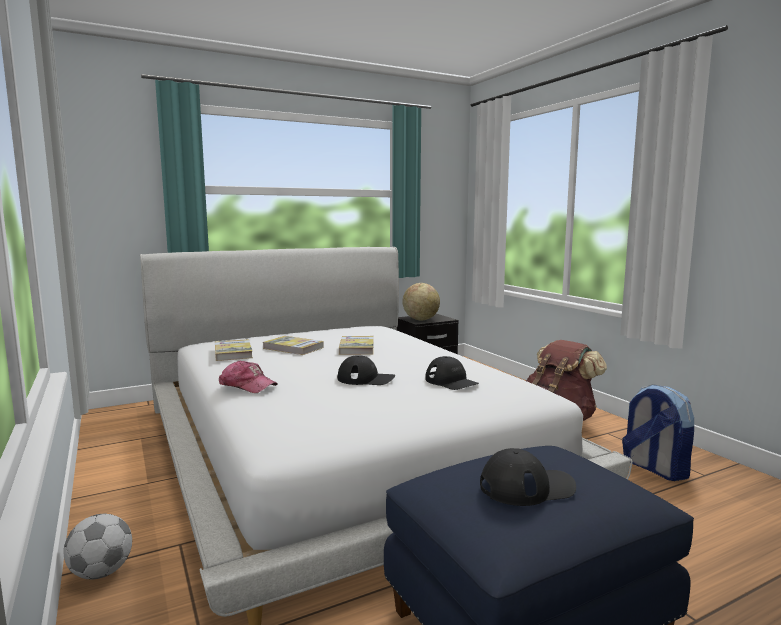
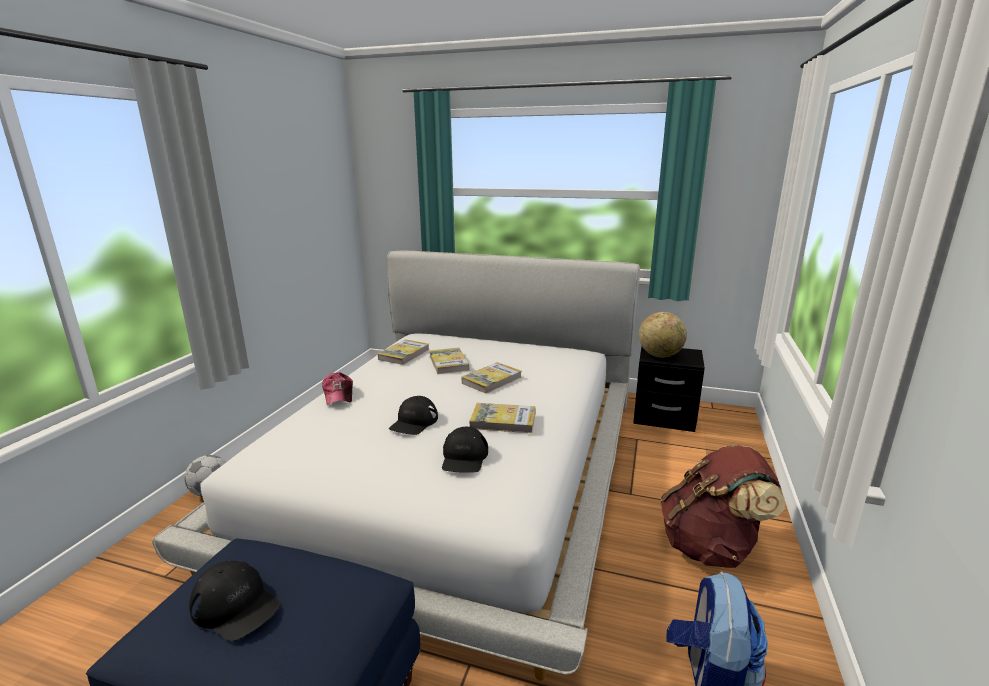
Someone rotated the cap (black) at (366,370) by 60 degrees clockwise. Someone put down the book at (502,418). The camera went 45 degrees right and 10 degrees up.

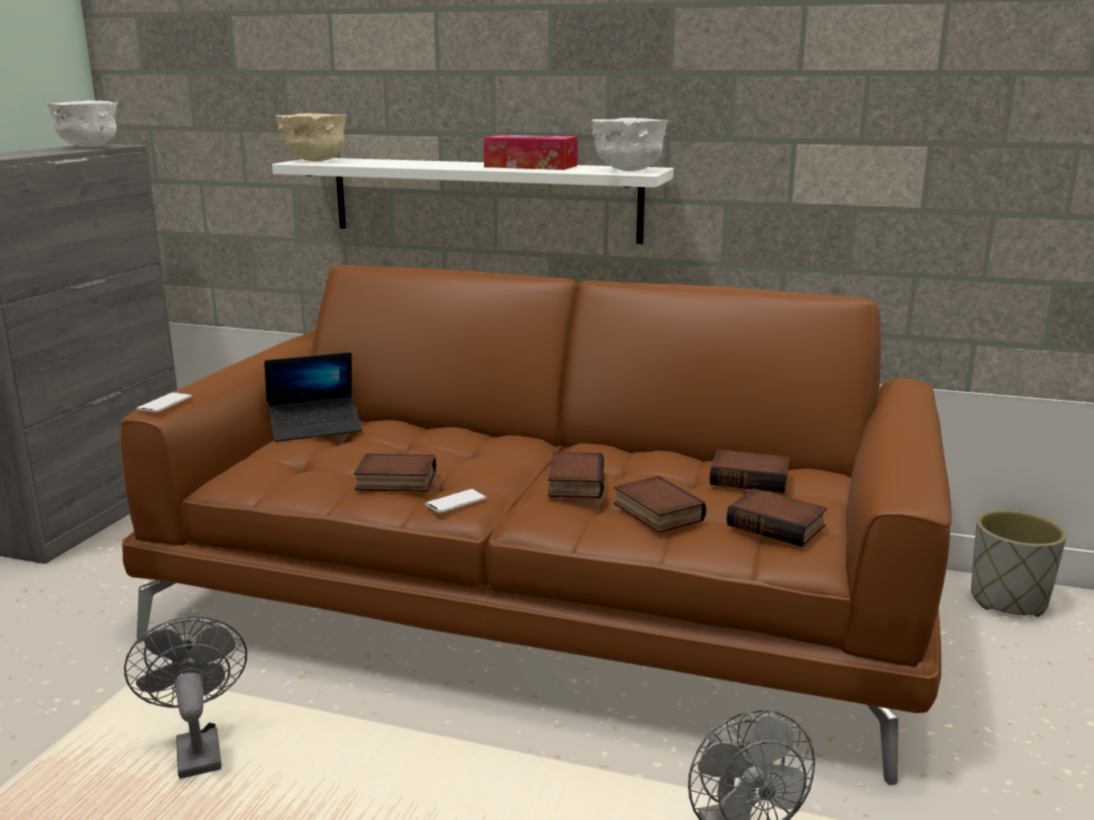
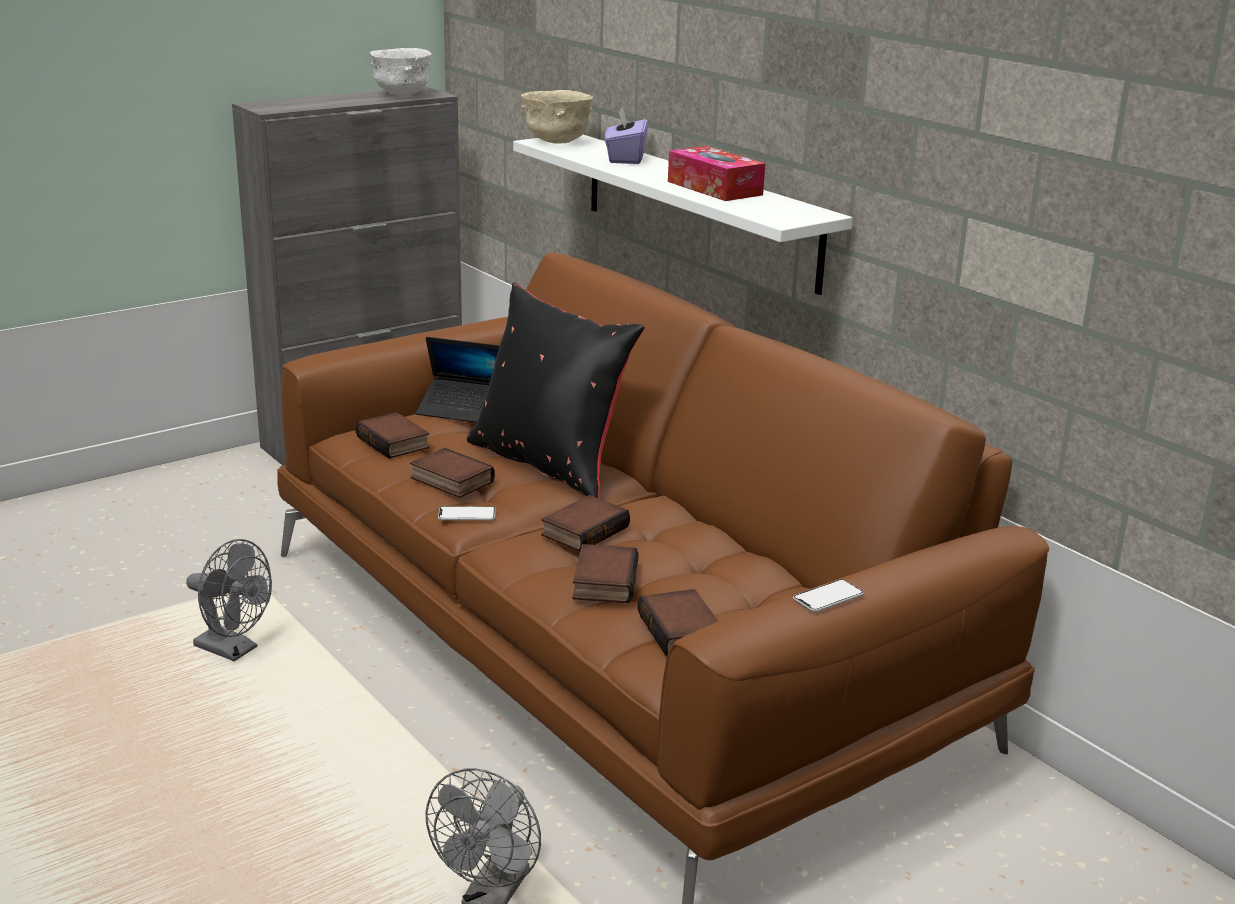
Someone took away the bowl (white) at (629,144). Someone carried the phone from (164,402) to (828,595). Someone carried the book from (749,471) to (392,435). Someone took away the planter (grey) at (1018,563). Someone rotated the fan (grey) at (185,697) by 105 degrees clockwise. Someone put down the tissue box (purple) at (626,135). Someone put down the pillow (black) at (556,390). The camera went 35 degrees right and 5 degrees up.

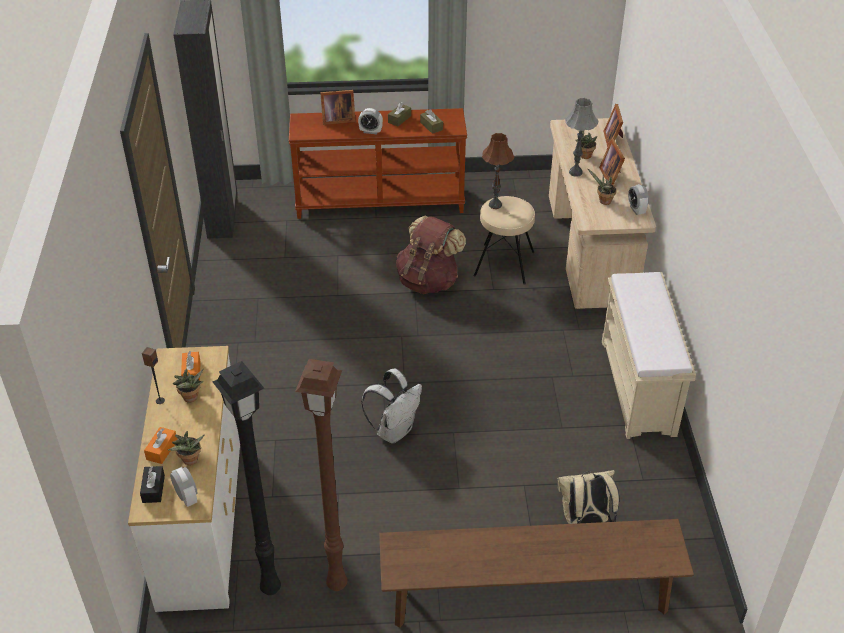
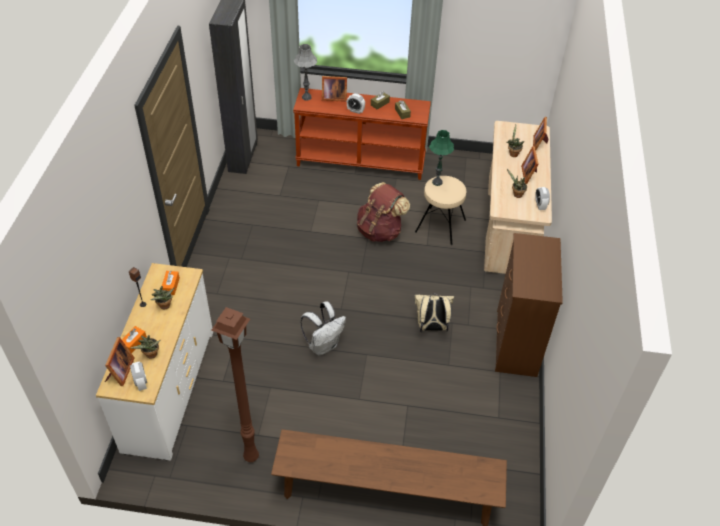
Someone carried the table lamp (grey) from (581,137) to (305,72). Someone repainted the table lamp (brown) at (498,171), which became the table lamp (green) at (441,158). Someone swapped the bench (beige) at (649,355) for the dresser (brown) at (529,305). Someone took away the floor lamp (black) at (247,478). Someone swapped the tissue box (black) at (152,484) for the picture frame at (120,361). Someone carried the backpack (beige) from (588,497) to (434,313). The camera went 10 degrees right and 5 degrees up.

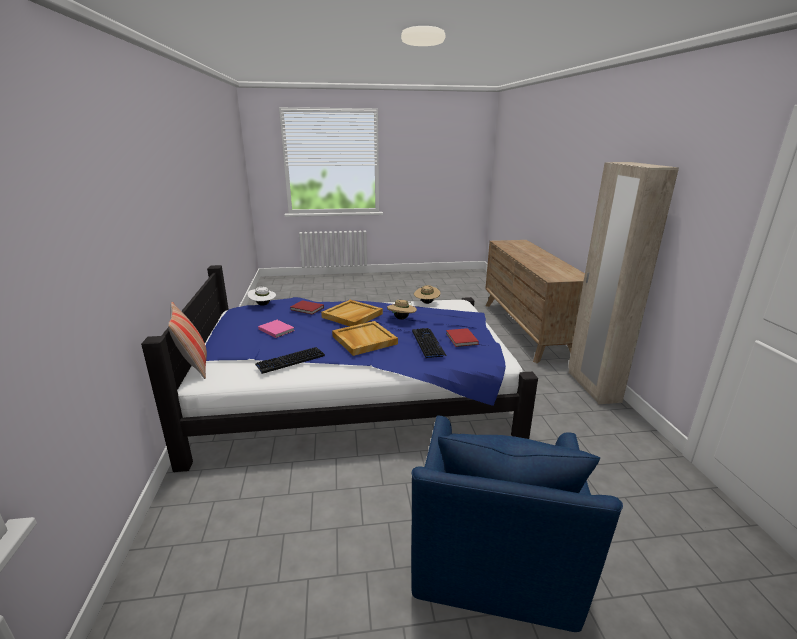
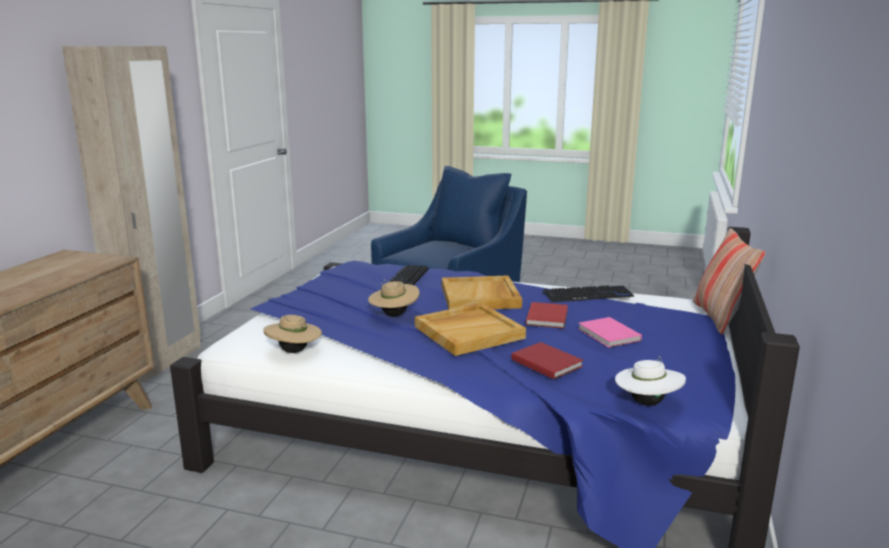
Someone carried the book (red) from (462,337) to (547,315). The camera went 155 degrees left and 5 degrees down.

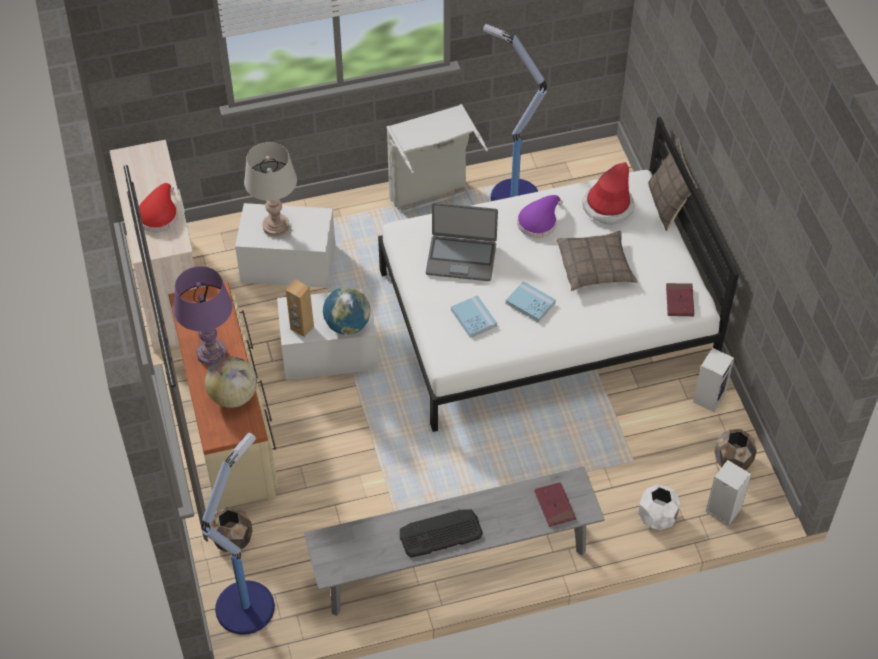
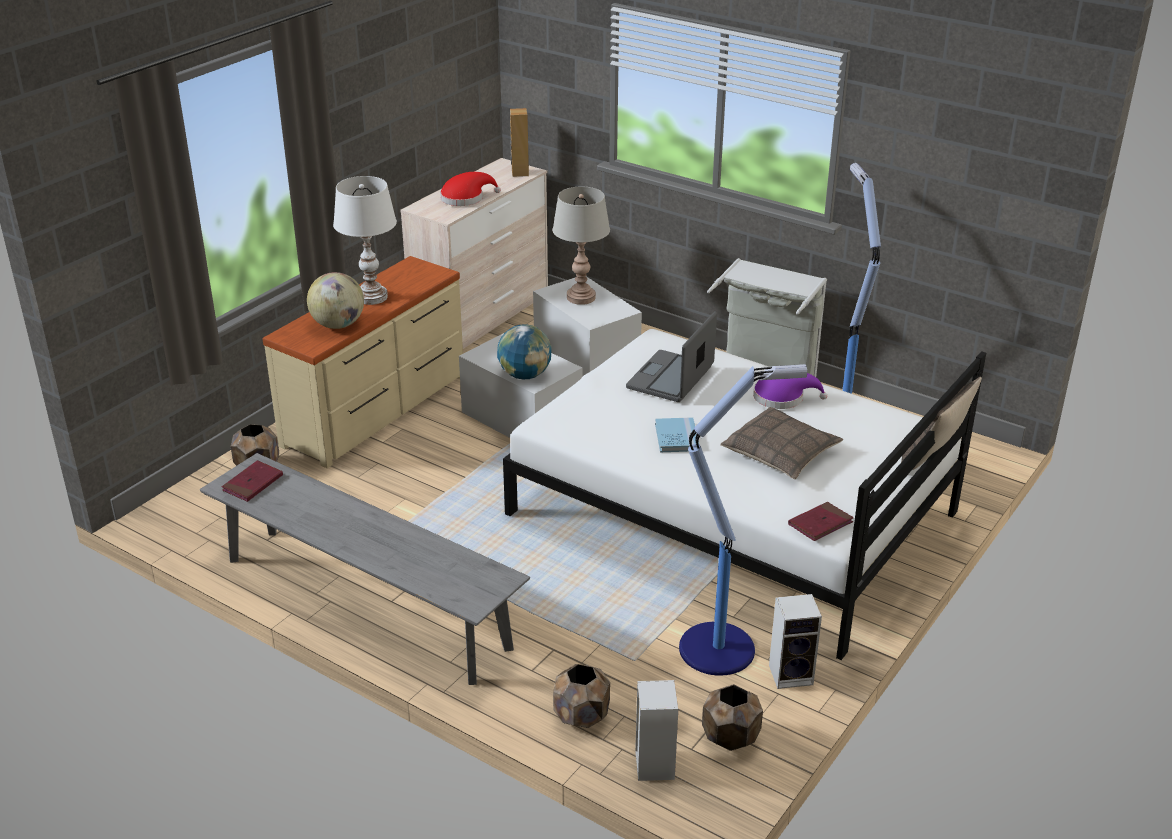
Someone took away the hat at (608,193). Someone rotated the laptop at (462,242) by 60 degrees clockwise. Someone repainted the table lamp (purple) at (203,316), which became the table lamp (white) at (365,240). Someone carried the speaker (brown) from (300,308) to (519,142). Someone took away the book (blue) at (474,316). Someone carried the floor lamp from (238,534) to (743,520). Someone carried the book (red) from (555,504) to (252,481). Someone repainted the planter (white) at (659,507), which became the planter (brown) at (581,696). Someone took away the keyboard at (441,533). The camera went 50 degrees right and 20 degrees down.

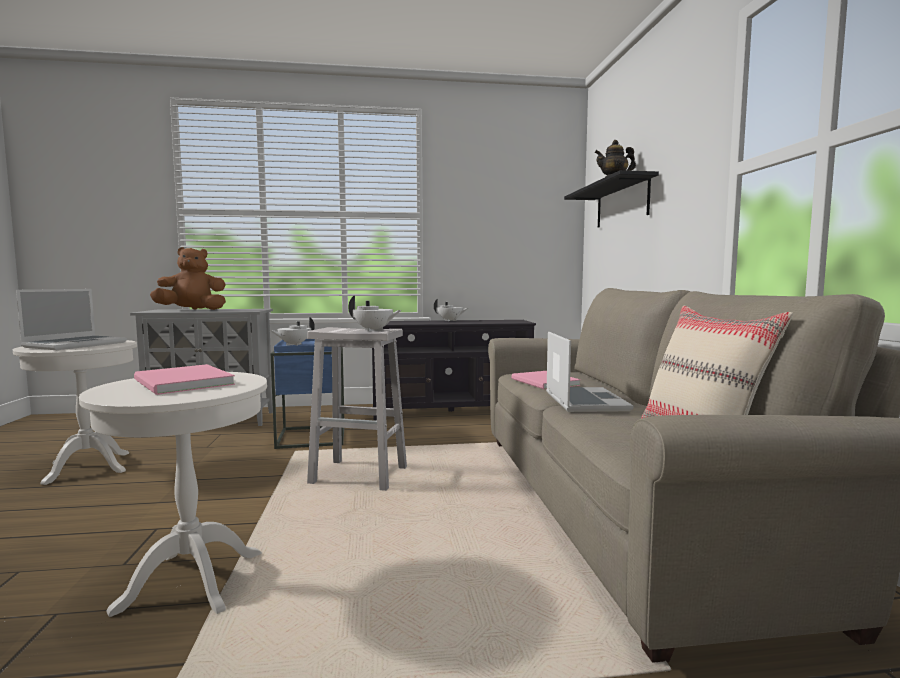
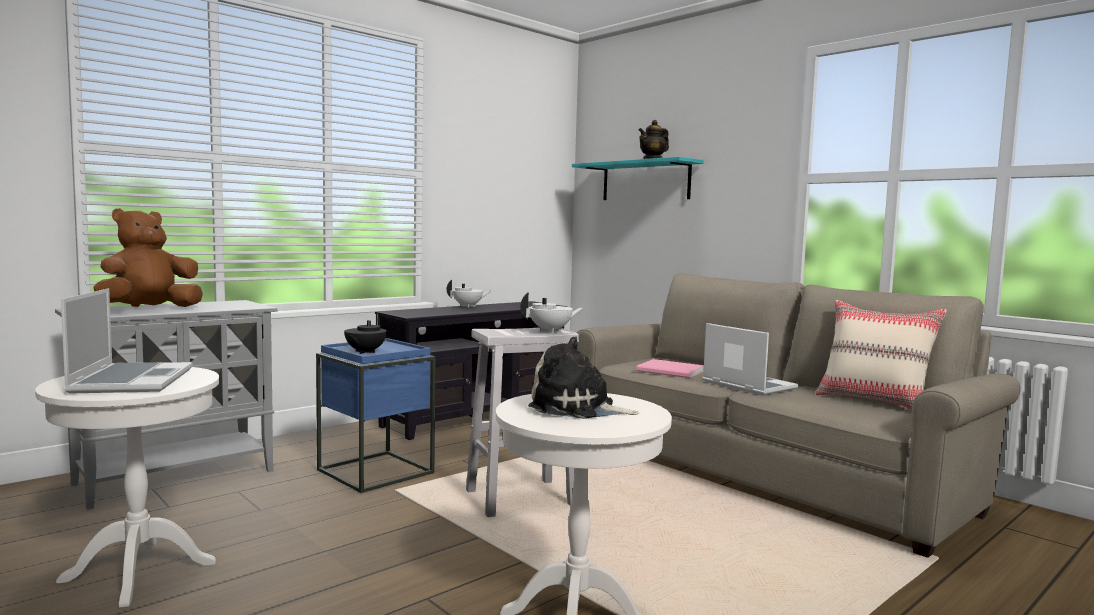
Someone repainted the shelf (black) at (611,199), which became the shelf (turquoise) at (638,178). Someone repainted the teapot (white) at (292,331), which became the teapot (black) at (365,334). Someone swapped the book (pink) at (184,379) for the plush toy at (584,377). The camera went 35 degrees left and 0 degrees up.

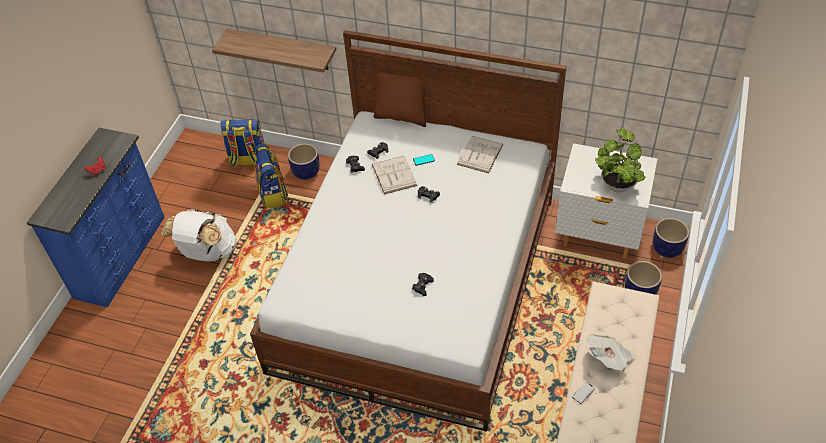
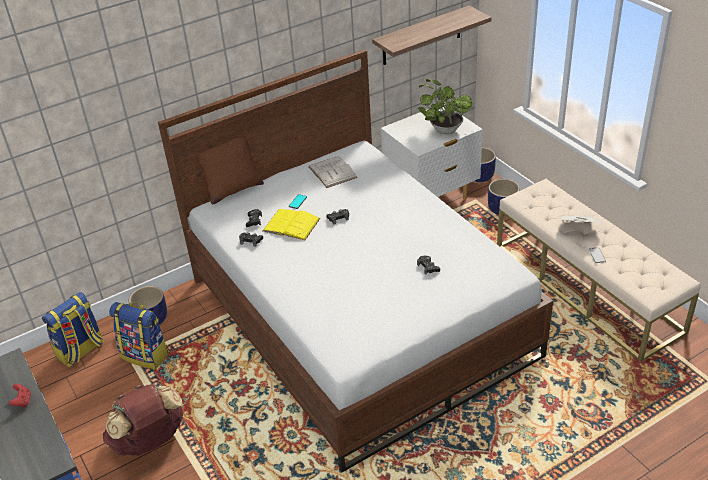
Someone carried the shelf from (274,51) to (432,35). Someone repainted the book (white) at (394,175), which became the book (yellow) at (291,224). Someone repainted the backpack (white) at (199,235), which became the backpack (brown) at (143,420). The camera went 50 degrees left and 10 degrees down.

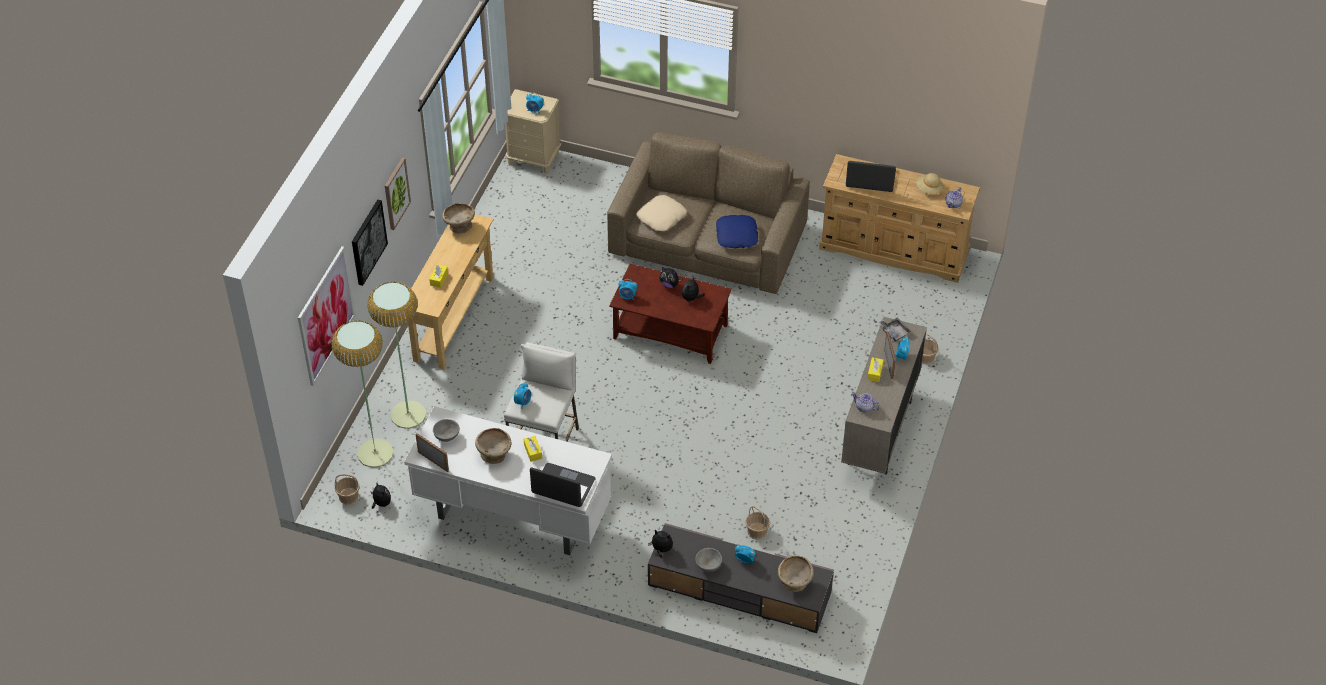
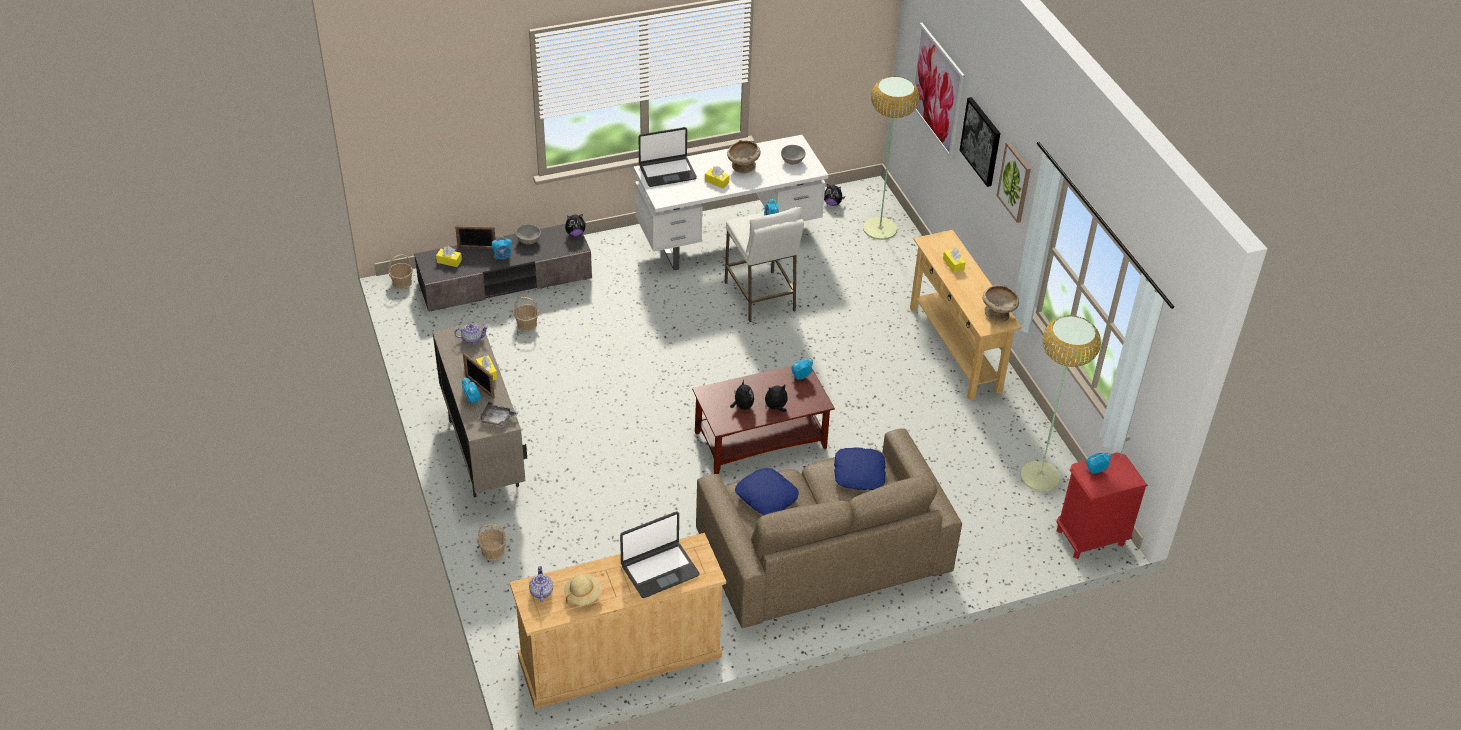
Someone repainted the nightstand (beige) at (533,131), which became the nightstand (red) at (1102,505). Someone repainted the pillow (beige) at (662,213), which became the pillow (blue) at (860,468). Someone carried the floor lamp from (396,355) to (1060,403). Someone carried the picture frame from (432,452) to (475,237). Someone carried the basket from (347,489) to (400,271). Someone swapped the bowl (beige) at (796,573) for the tissue box (yellow) at (449,256). The camera went 140 degrees right and 5 degrees down.

